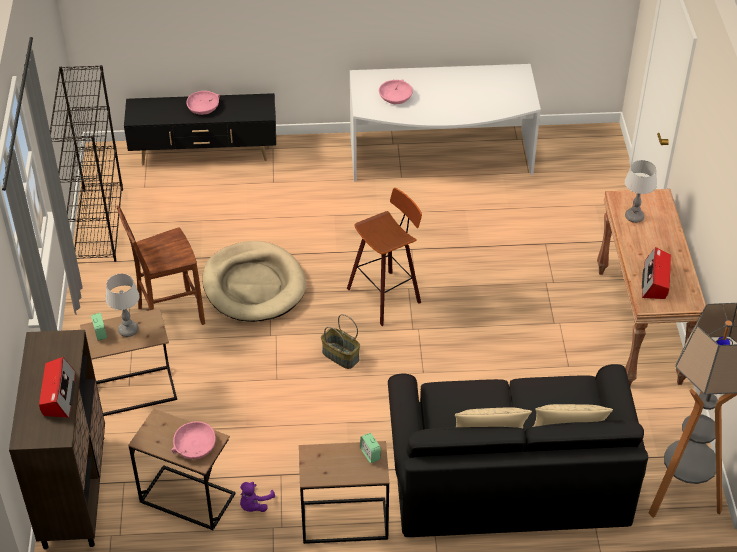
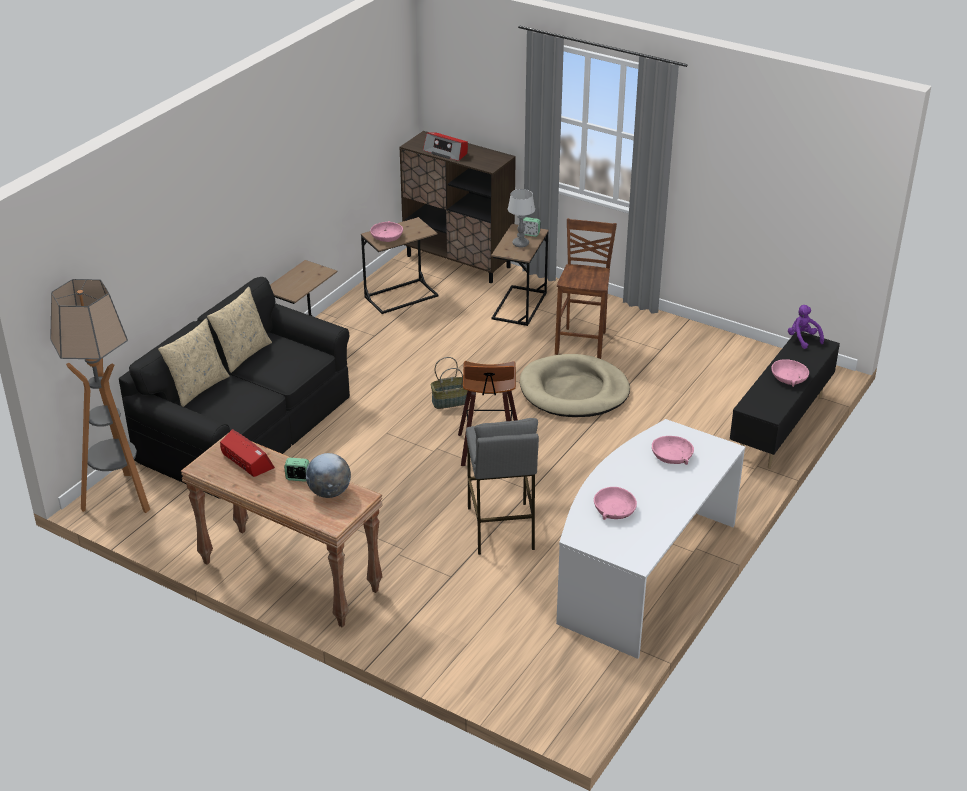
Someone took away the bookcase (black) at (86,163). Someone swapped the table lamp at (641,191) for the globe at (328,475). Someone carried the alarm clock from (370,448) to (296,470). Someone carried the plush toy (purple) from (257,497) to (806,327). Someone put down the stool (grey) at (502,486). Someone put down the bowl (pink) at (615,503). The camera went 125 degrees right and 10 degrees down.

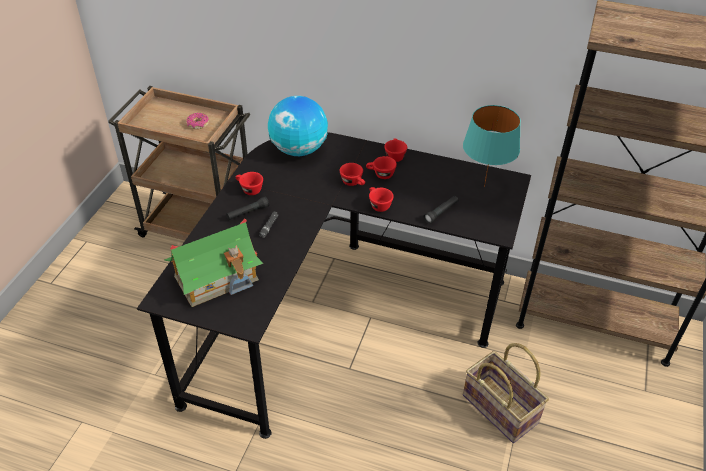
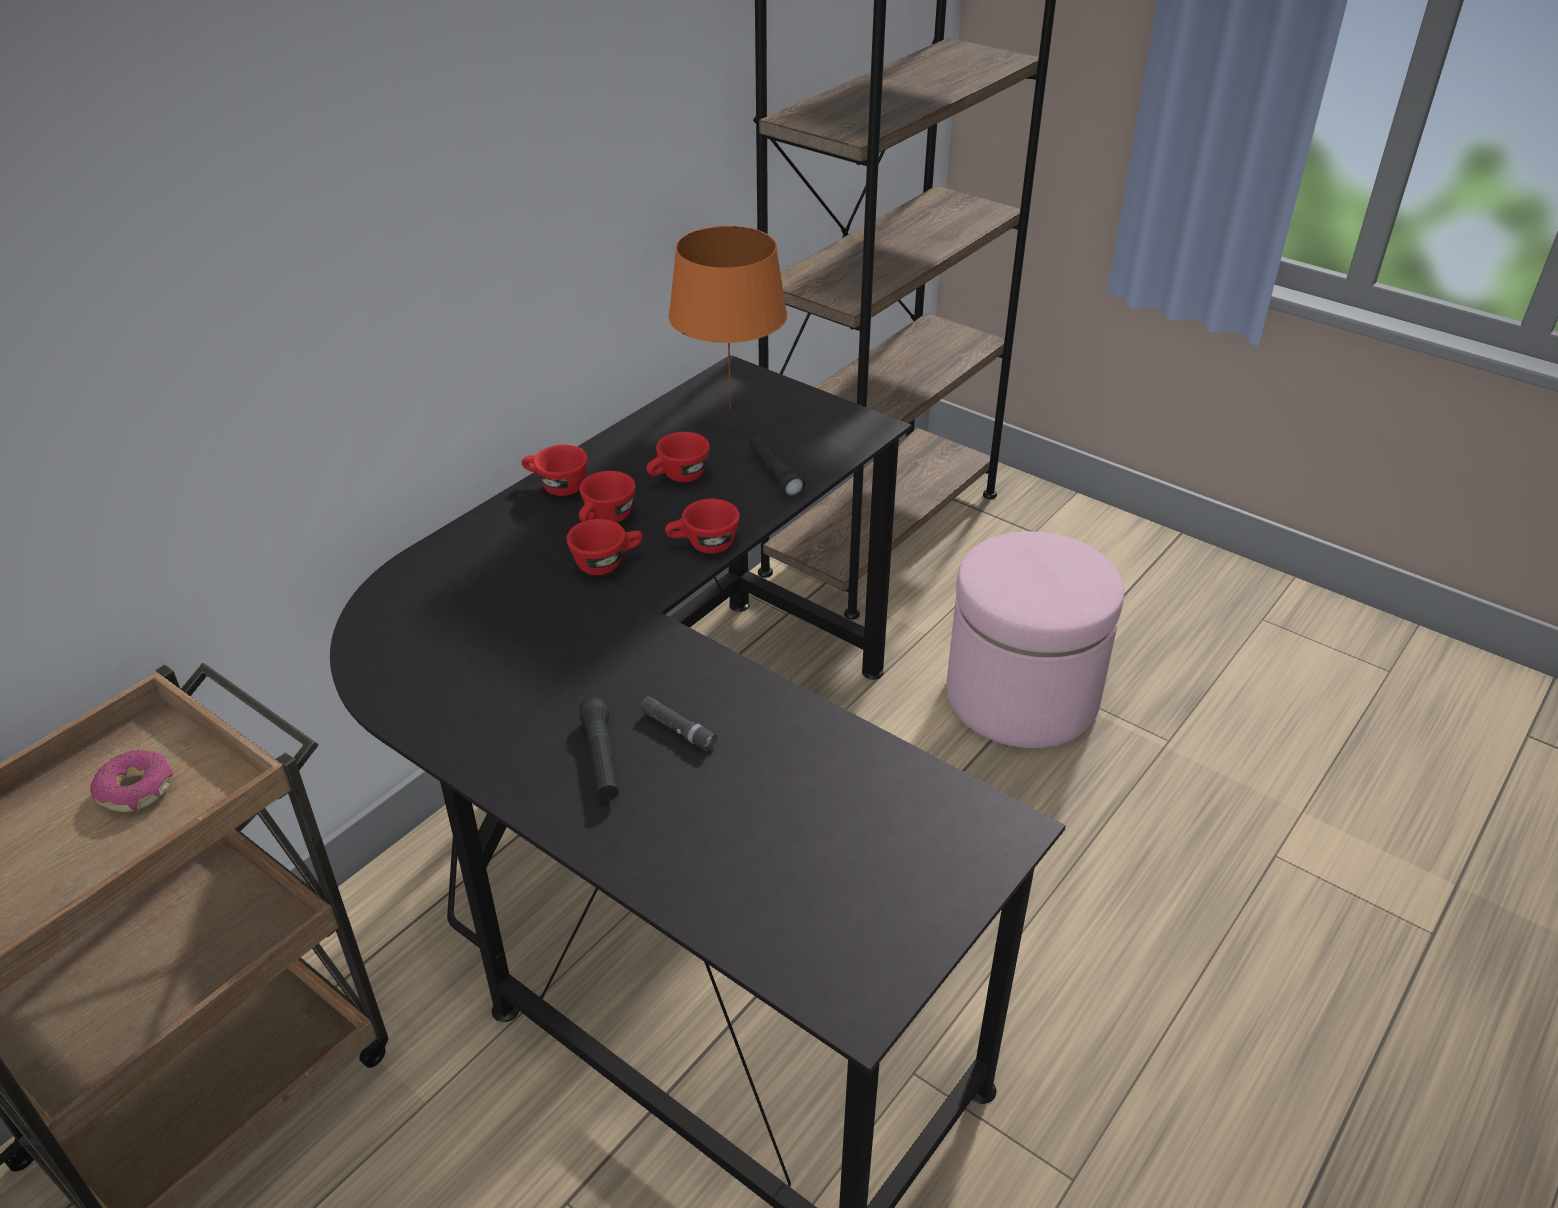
Someone took away the globe at (298,126). Someone repainted the table lamp (turquoise) at (492,146), which became the table lamp (orange) at (727,317). Someone carried the cup (red) from (249,183) to (678,457). Someone took away the toy house at (214,262). Someone swapped the basket at (506,393) for the ottoman (pink) at (1035,639). The camera went 70 degrees left and 5 degrees down.

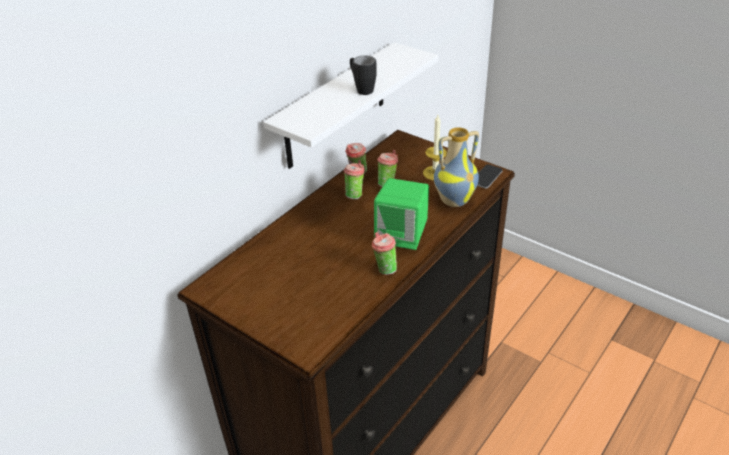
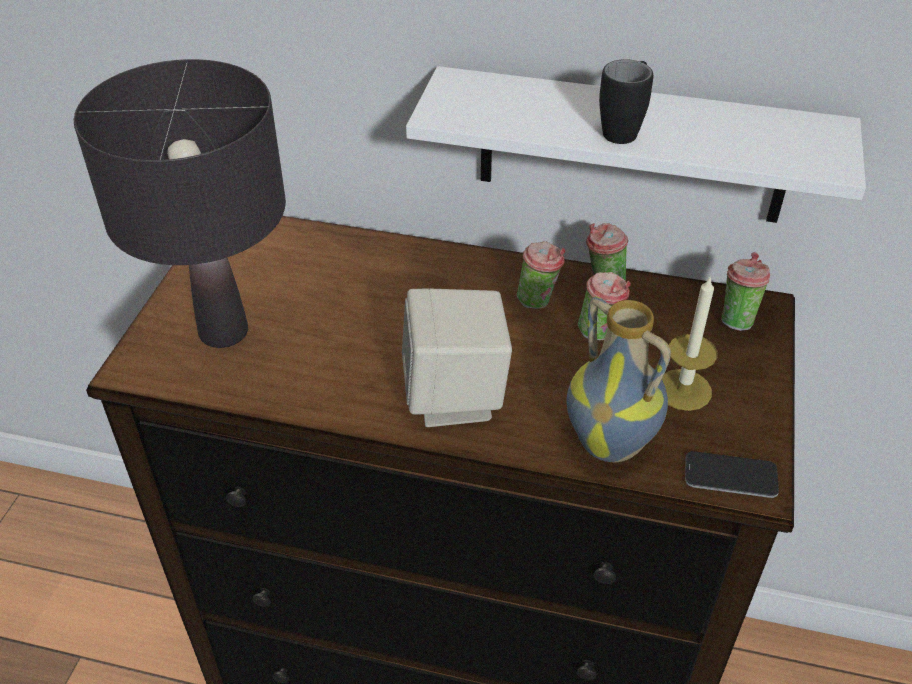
Someone repainted the speaker (green) at (401,214), which became the speaker (beige) at (457,357). Someone carried the cup from (384,253) to (745,291). Someone put down the table lamp (black) at (180,203). The camera went 65 degrees right and 5 degrees up.

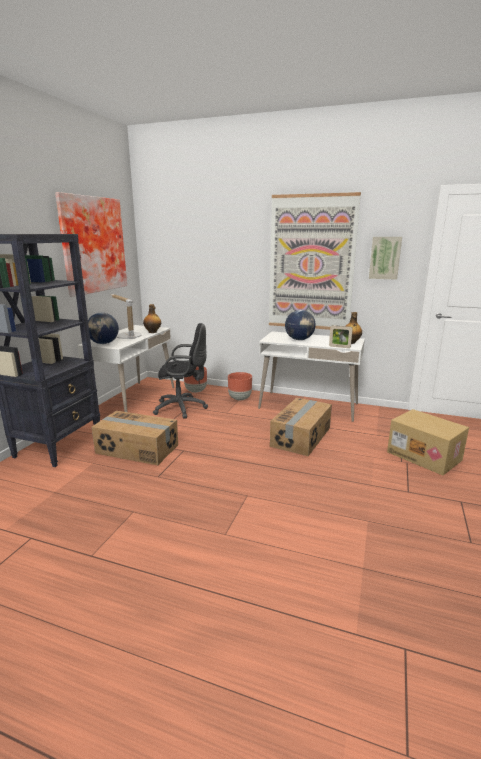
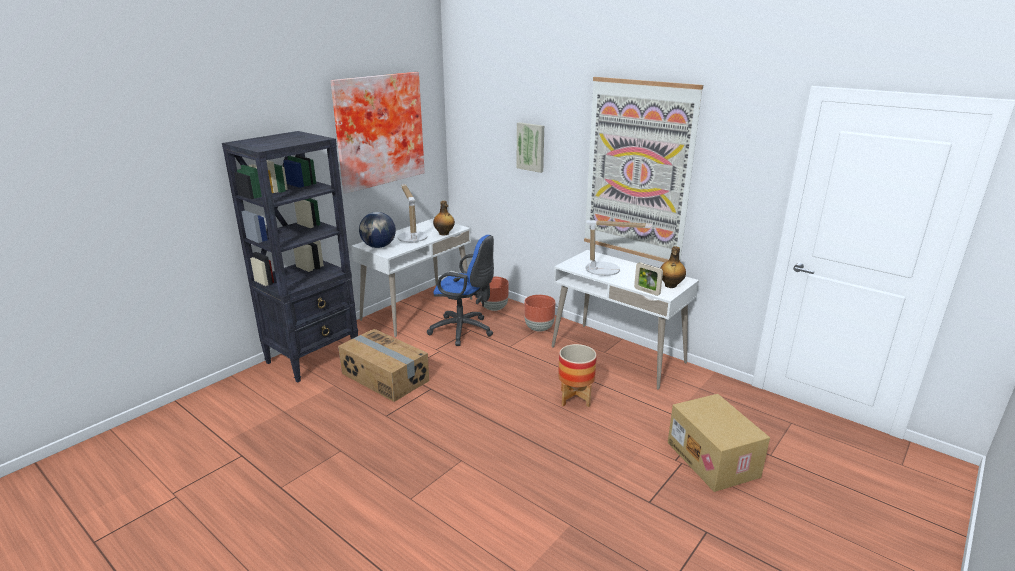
Someone carried the picture from (385,258) to (530,147). Someone swapped the globe at (300,325) for the table lamp at (619,248). Someone repainted the office chair (black) at (180,371), which became the office chair (blue) at (460,290). Someone swapped the cardboard box at (301,427) for the planter at (577,375). The camera went 20 degrees right and 5 degrees up.

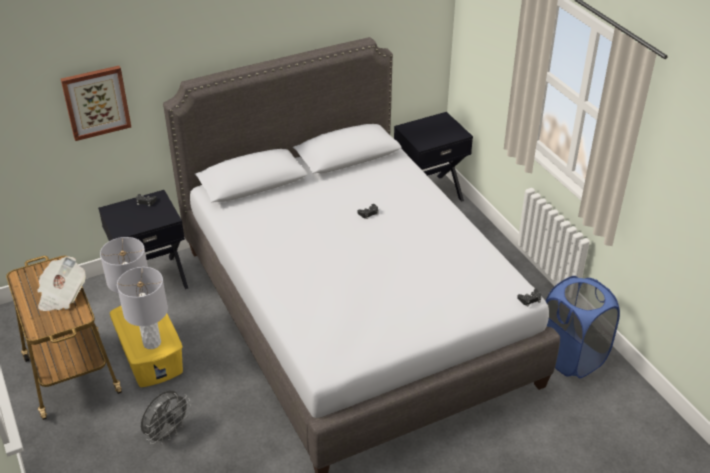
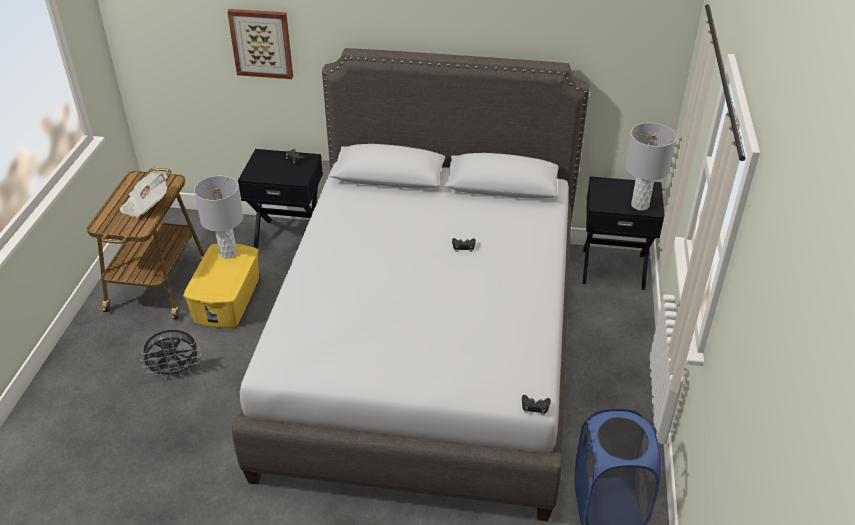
Someone carried the table lamp (grey) from (142,308) to (651,167). The camera went 35 degrees right and 0 degrees up.

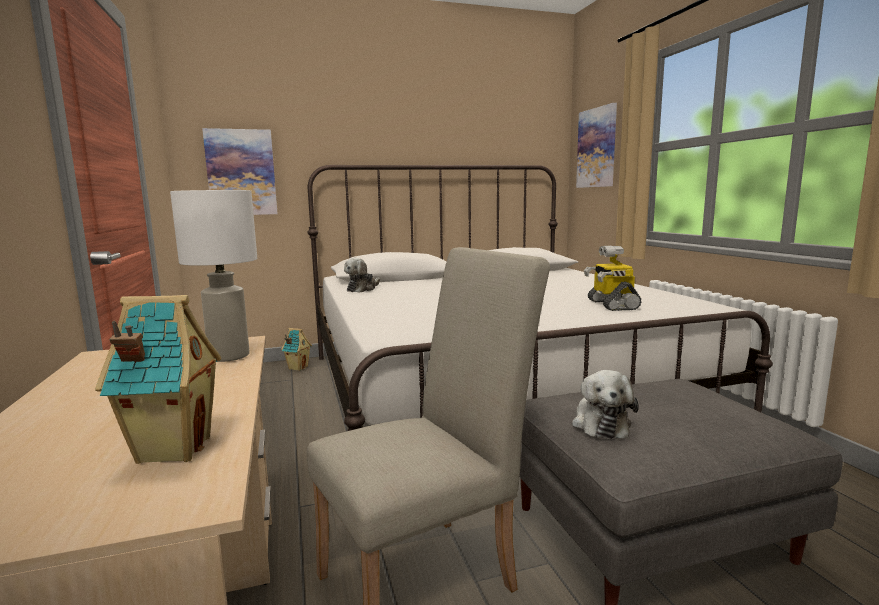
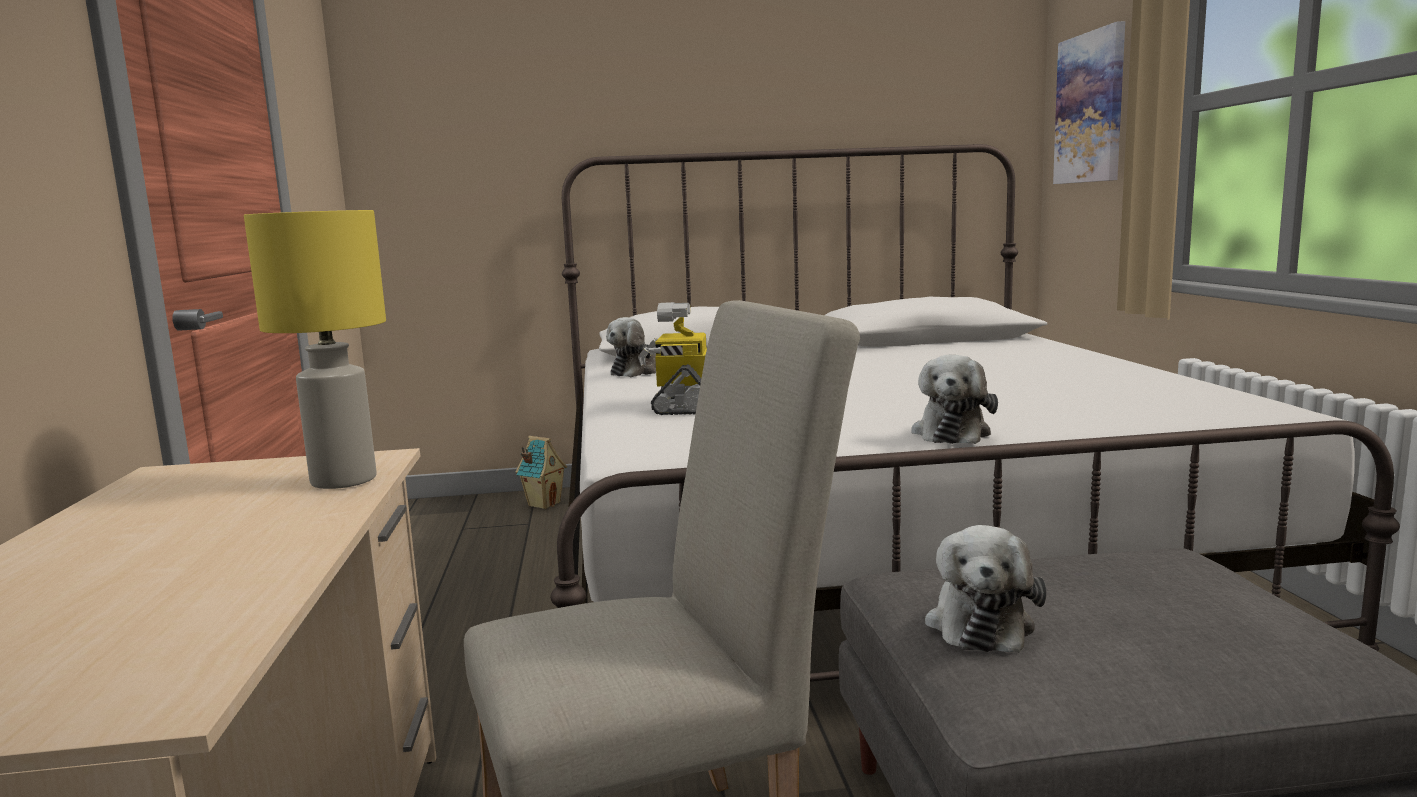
Someone took away the picture at (240,171). Someone repainted the table lamp (white) at (213,276), which became the table lamp (yellow) at (315,349). Someone carried the toy robot from (612,278) to (672,358). Someone took away the toy house at (158,379). Someone put down the plush toy at (954,399). The camera went 10 degrees right and 0 degrees up.

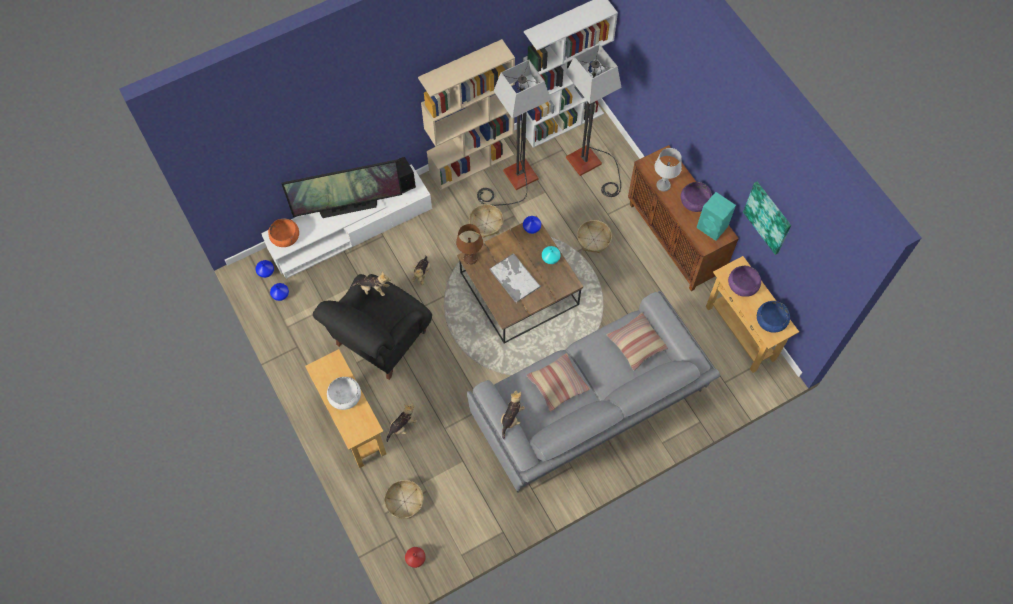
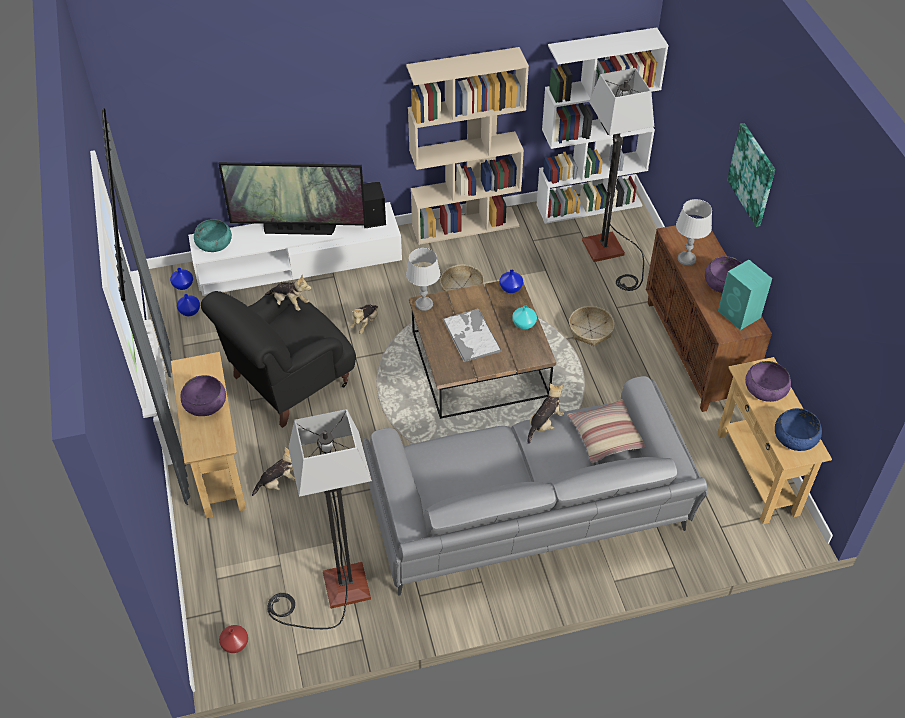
Someone carried the floor lamp from (514,133) to (319,519). Someone carried the picture from (767,218) to (751,175). Someone repainted the bowl (orange) at (283,233), which became the bowl (turquoise) at (213,235). Someone repainted the table lamp (brown) at (469,244), which became the table lamp (grey) at (423,279). Someone took away the pillow at (558,382). Someone repainted the bowl (white) at (344,393), which became the bowl (purple) at (203,395). Someone carried the plush toy from (513,415) to (545,414). Someone took away the basket at (404,499). The camera went 15 degrees right and 15 degrees down.

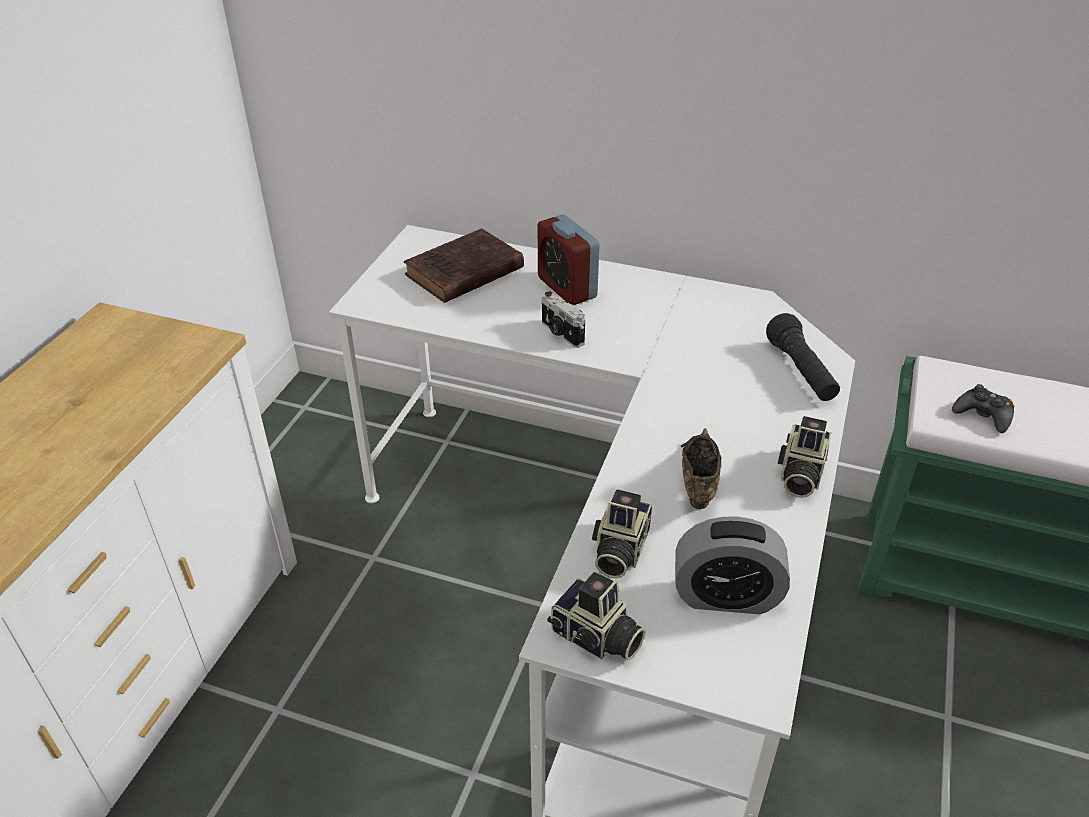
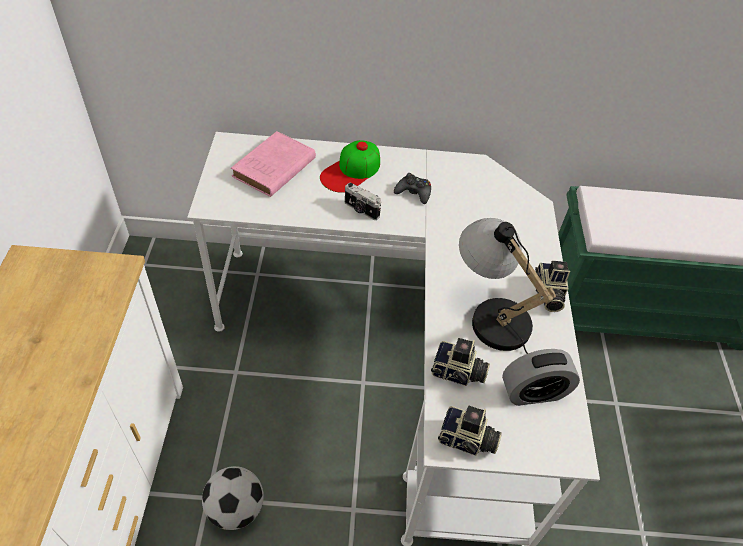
Someone swapped the alarm clock at (569,260) for the cap at (350,166). Someone repainted the book (brown) at (464,265), which became the book (pink) at (273,164). Someone took away the flashlight (black) at (803,357). Someone carried the game controller (black) from (983,408) to (412,188). Someone swapped the shoe (brown) at (701,468) for the table lamp at (507,286). Someone rotated the photo camera at (622,533) by 75 degrees counterclockwise. Someone put down the football at (233,498). The camera went 20 degrees left and 10 degrees up.

